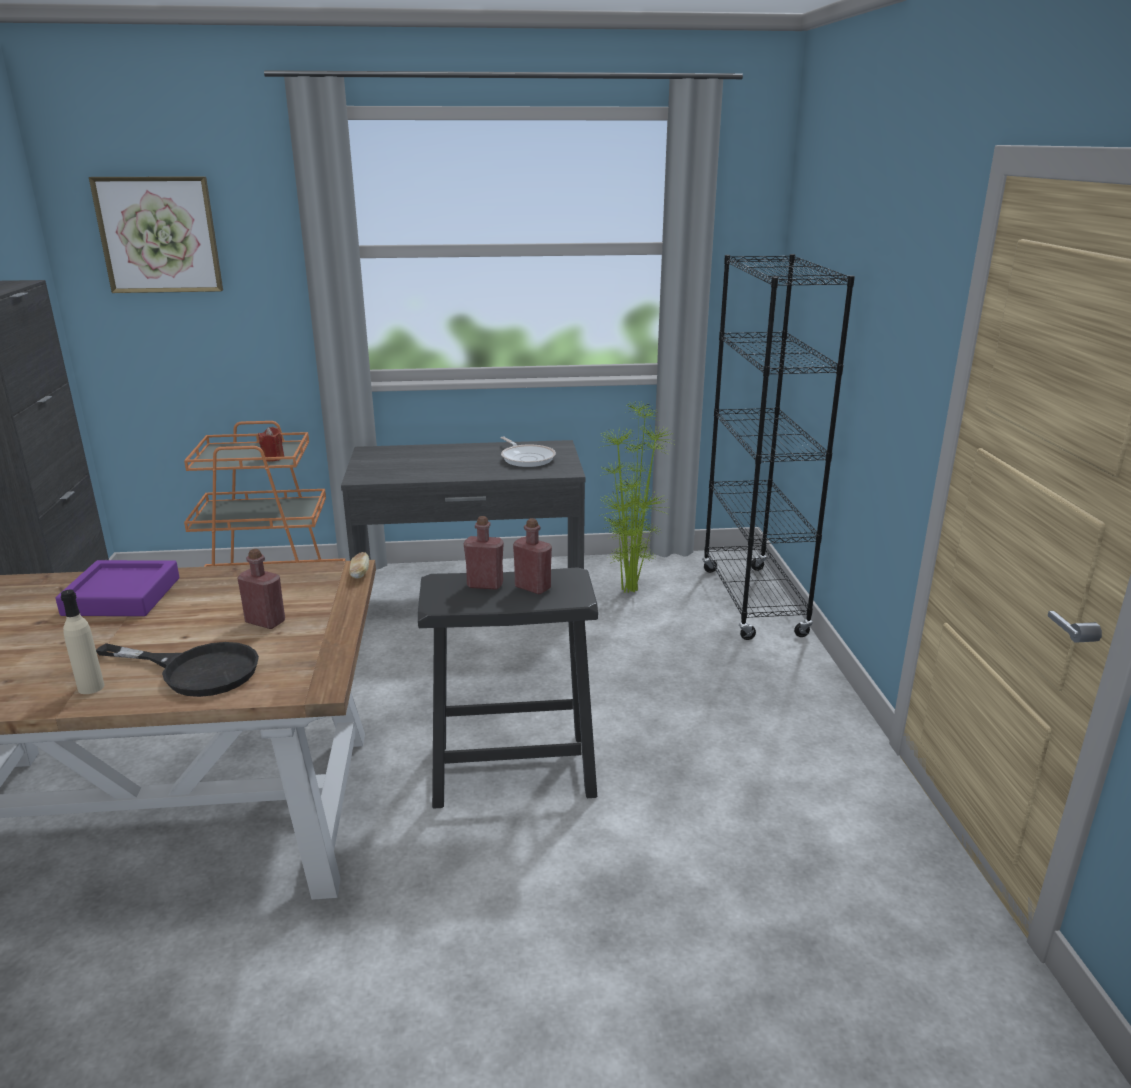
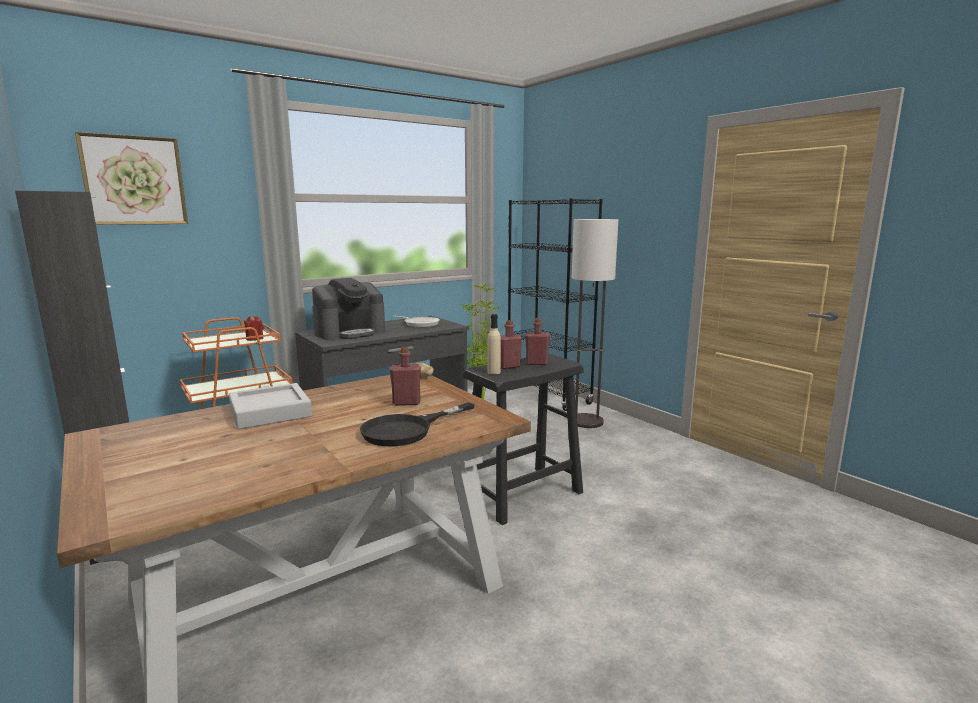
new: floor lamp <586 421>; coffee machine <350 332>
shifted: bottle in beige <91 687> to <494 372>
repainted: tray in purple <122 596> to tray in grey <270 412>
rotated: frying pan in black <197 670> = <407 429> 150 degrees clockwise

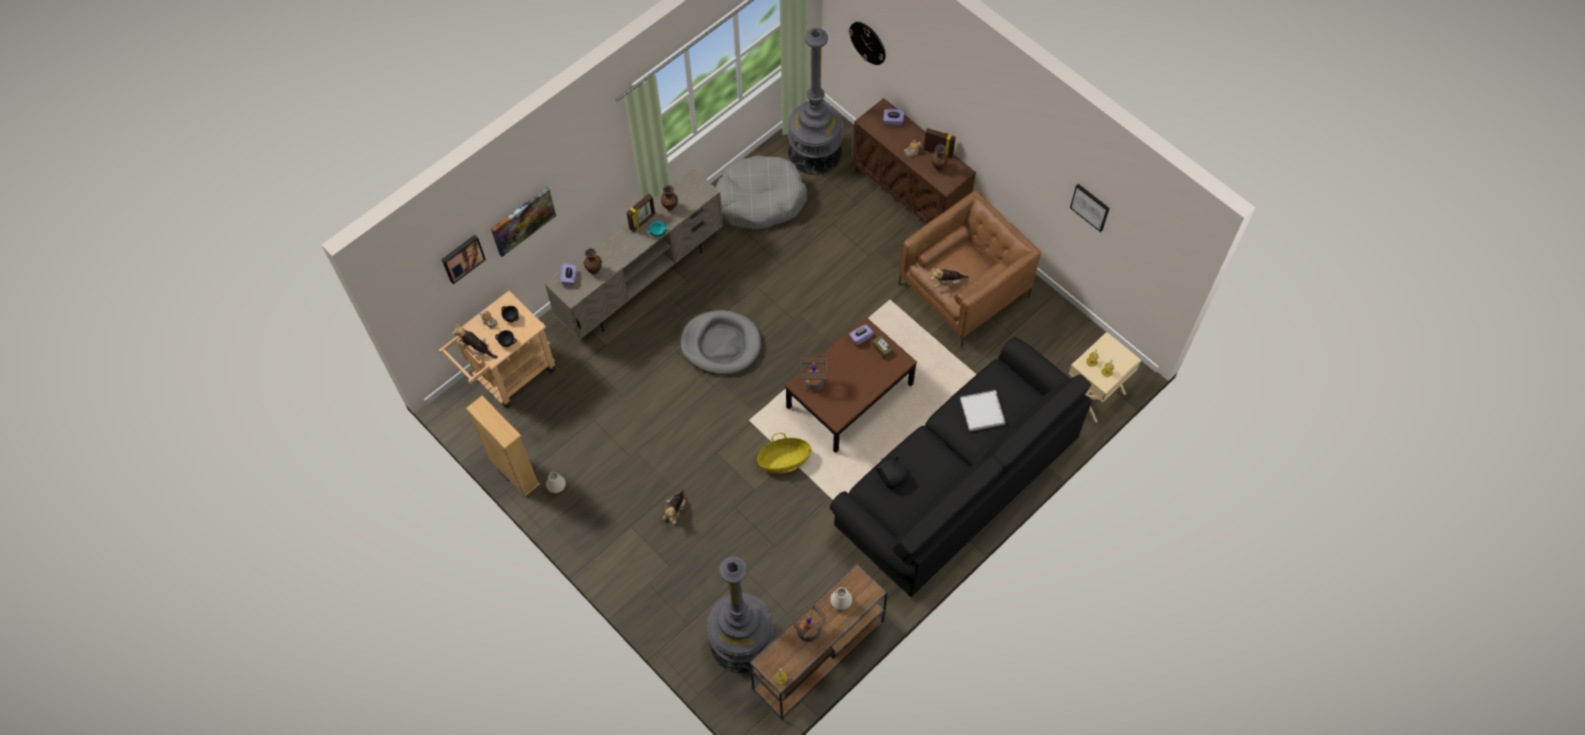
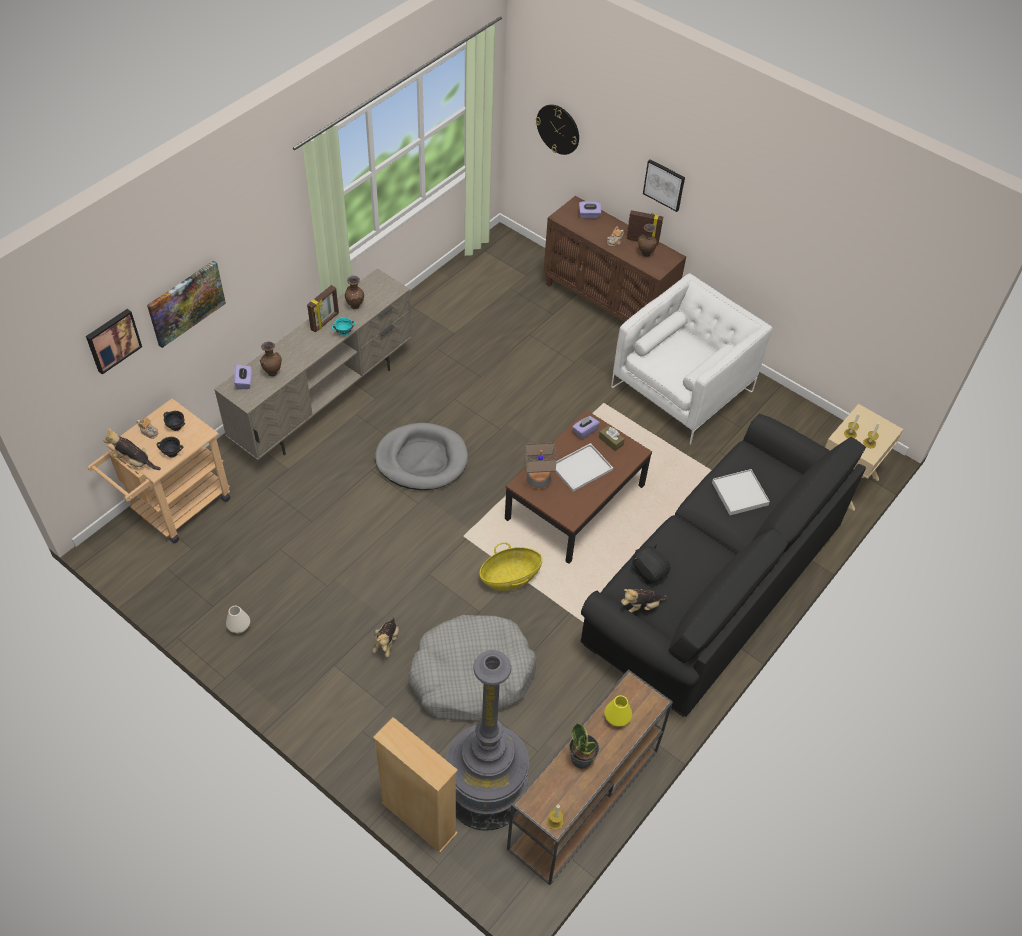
gone: floor lamp in grey <815 152>
new: tray in white <582 467>
shifted: dog bed in grey <760 199> to <471 675>; picture <1090 207> to <664 184>; plush toy <947 282> to <641 607>; bookcase in beige <514 471> to <419 818>
swapped: table lamp <808 631> to potted plant <582 758>
repainted: armchair in brown <964 290> to armchair in white <682 389>; vase in white <841 602> to vase in yellow <617 718>

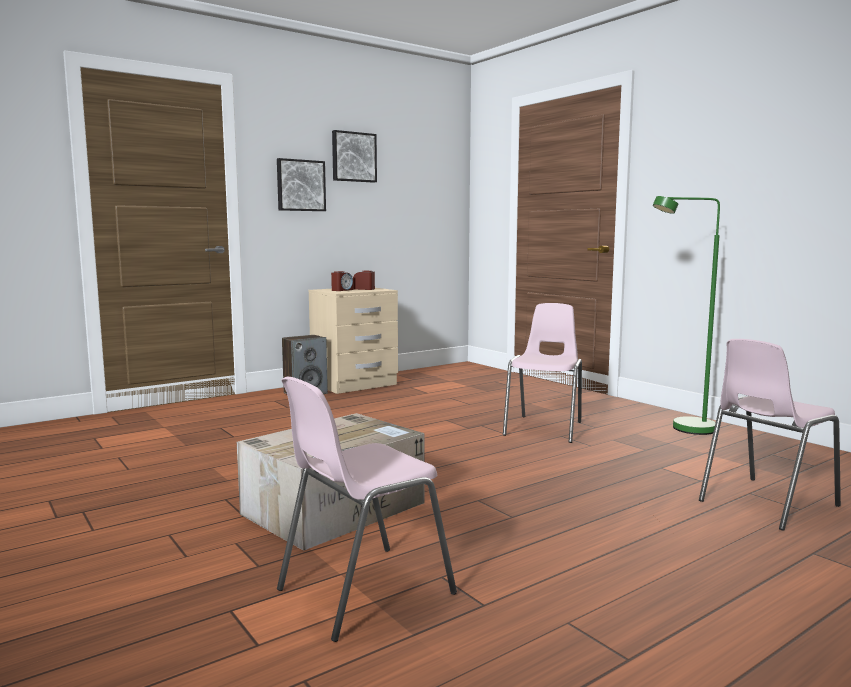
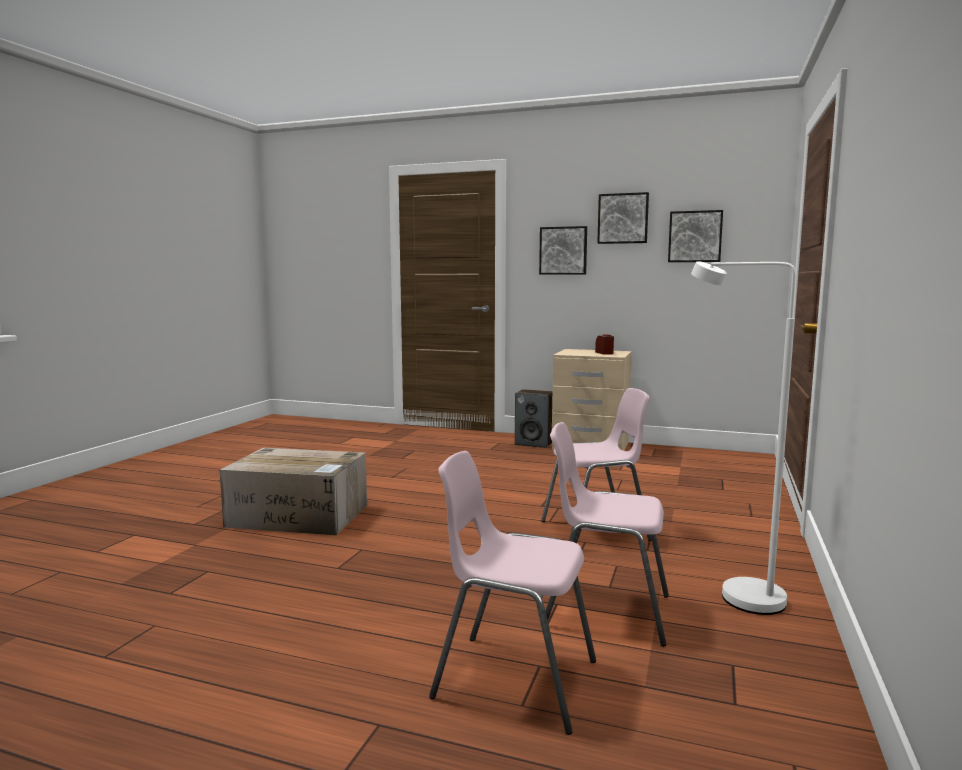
gone: alarm clock <342 290>
new: picture <695 236>
shifted: chair in pink <362 591> to <605 610>
repainted: floor lamp in green <683 429> to floor lamp in white <736 594>

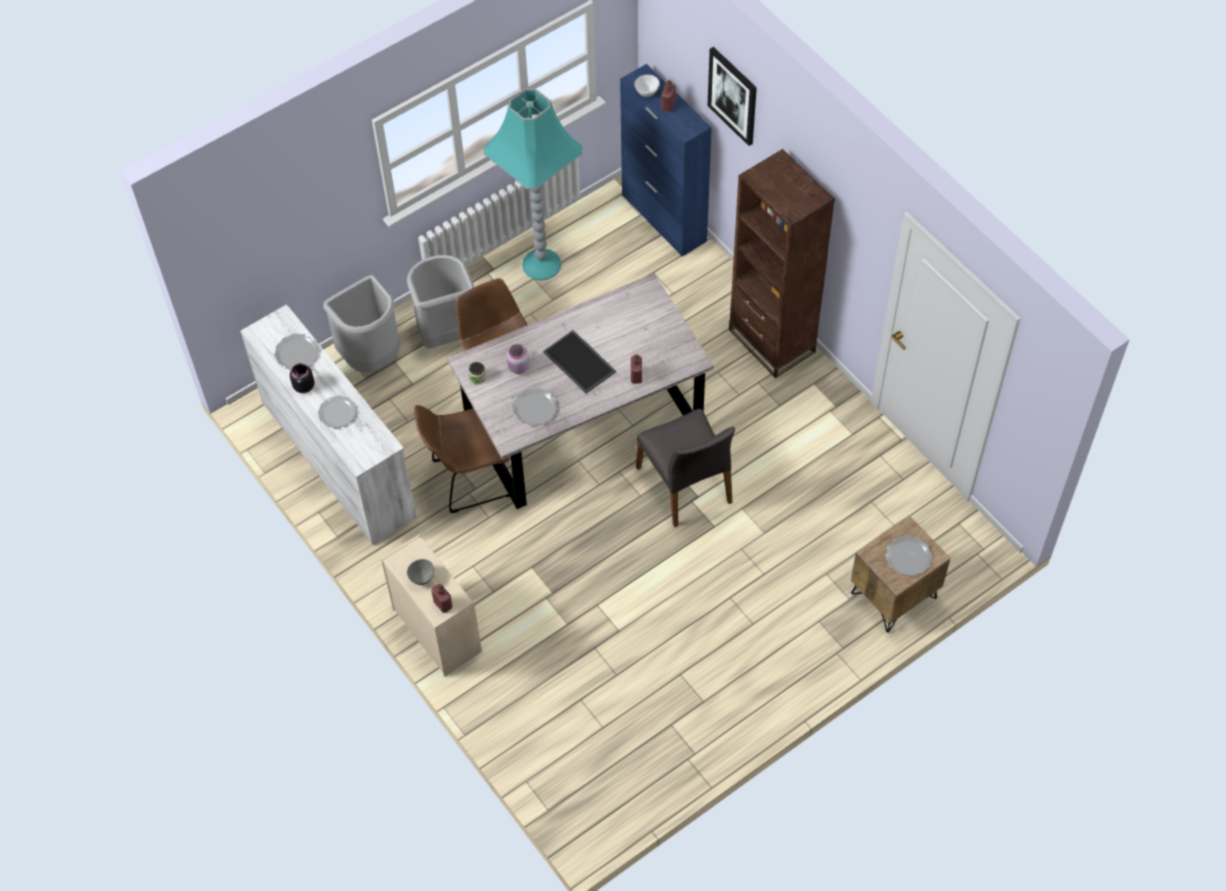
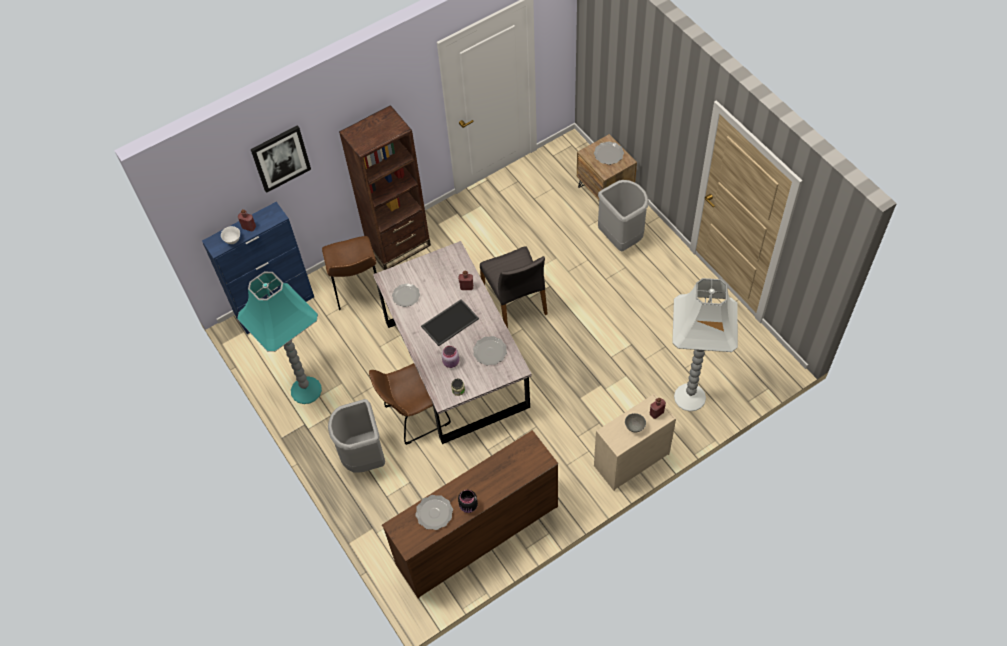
new: floor lamp in white <690 398>
shifted: trash can in grey <372 358> to <621 239>; plate <337 412> to <405 296>; chair in brown <468 479> to <357 289>
repainted: dresser in white <339 458> to dresser in brown <476 535>
rotated: chair in grey <686 485> = <515 301> 90 degrees clockwise

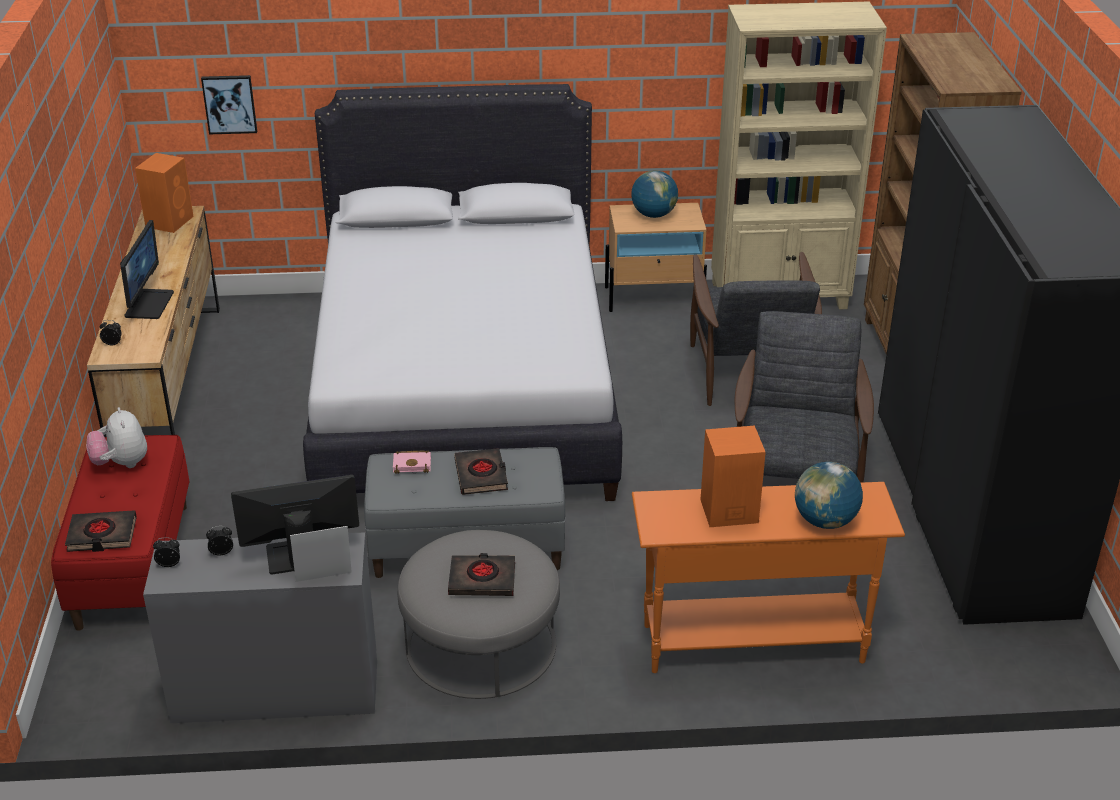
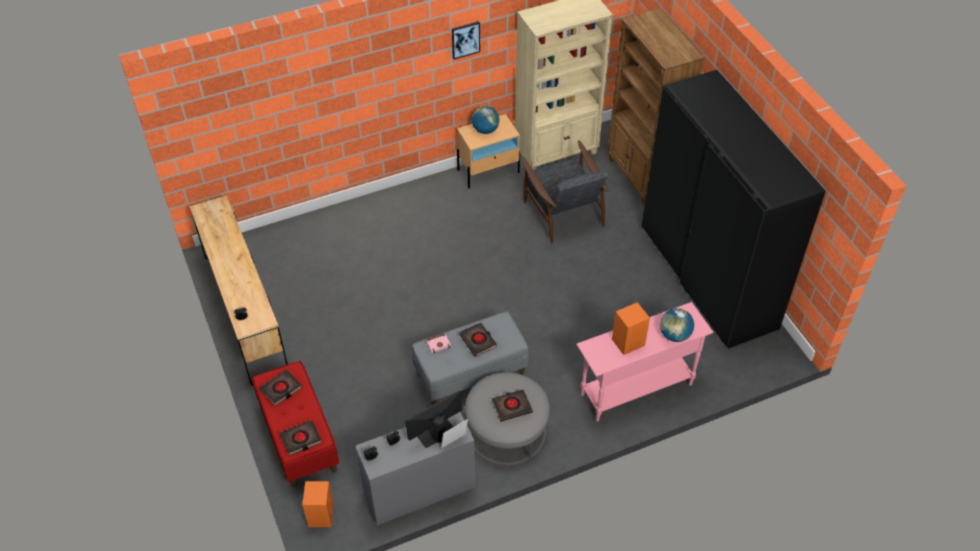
gone: bed in white <463 387>; monitor <148 304>; armchair in grey <795 474>
shifted: picture <229 104> to <465 39>; speaker in orange <170 221> to <321 514>
swapped: plush toy <121 463> to book in black <281 389>
repainted: console table in orange <752 643> to console table in pink <636 389>

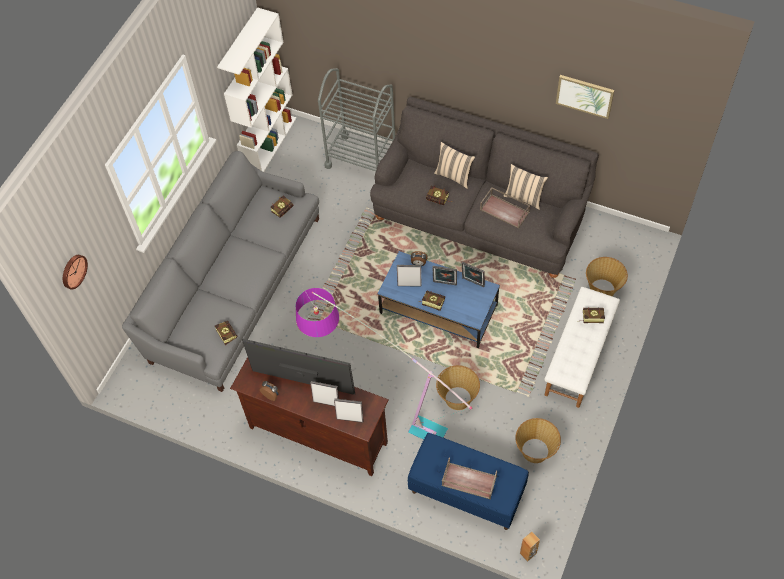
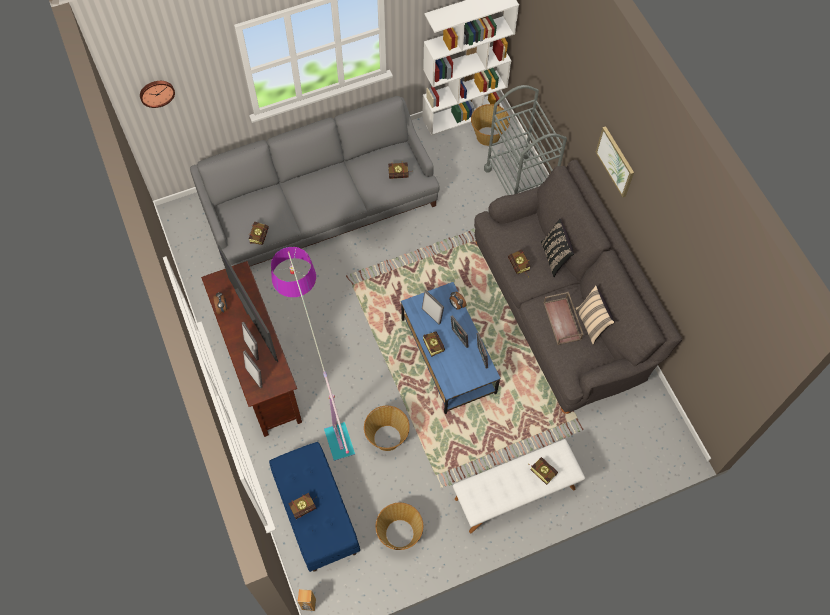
shifted: picture <585 96> to <615 161>; basket <602 289> to <488 136>
swapped: tray in brown <468 481> to book <305 507>
repainted: pillow in beige <454 176> to pillow in black <555 257>

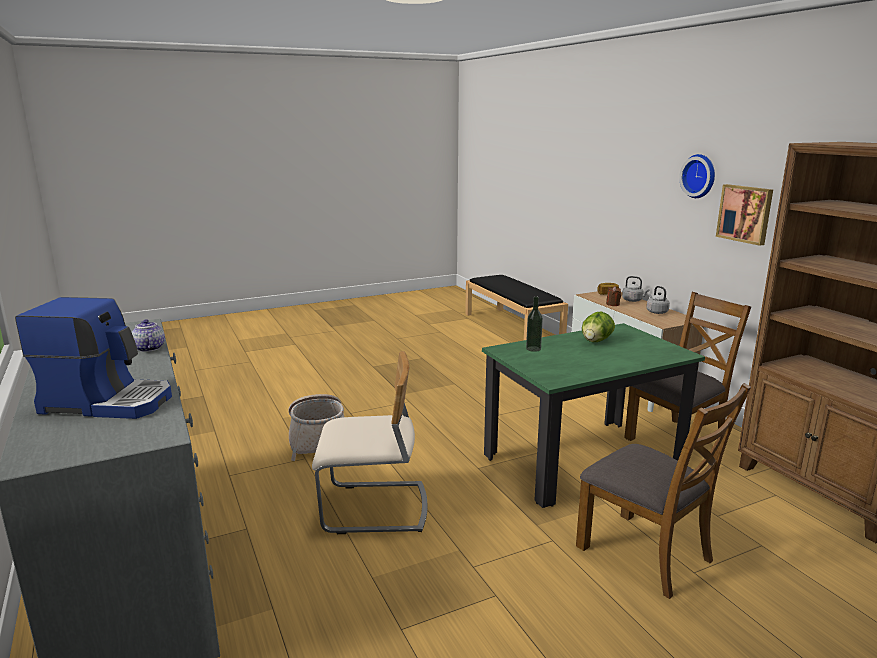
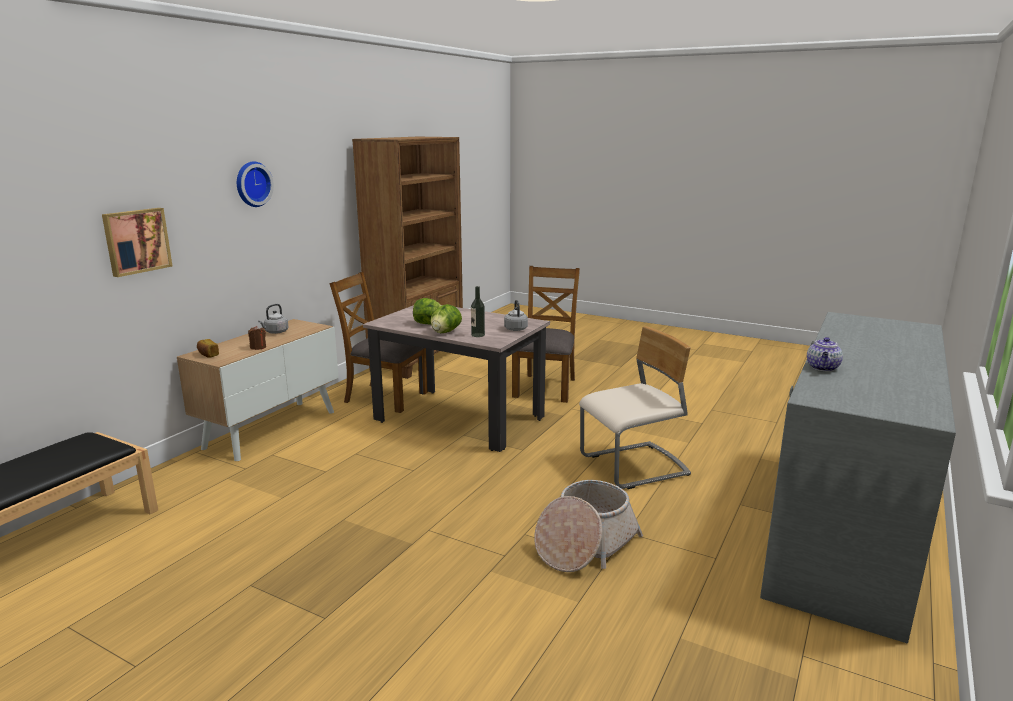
gone: coffee machine <108 402>
new: lettuce <445 332>
shifted: picture <745 214> to <136 241>; kettle in grey <633 300> to <515 329>
repainted: dining table in green <582 460> to dining table in beige <459 419>
rotated: chair in beige <374 509> = <634 467> 105 degrees clockwise

